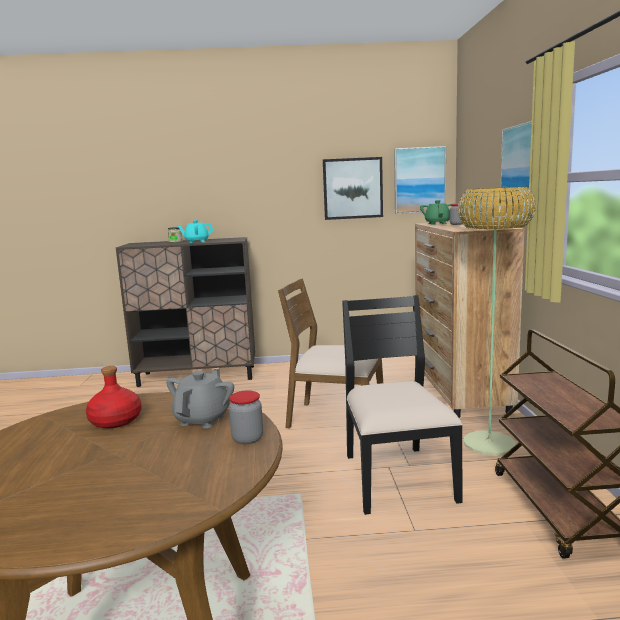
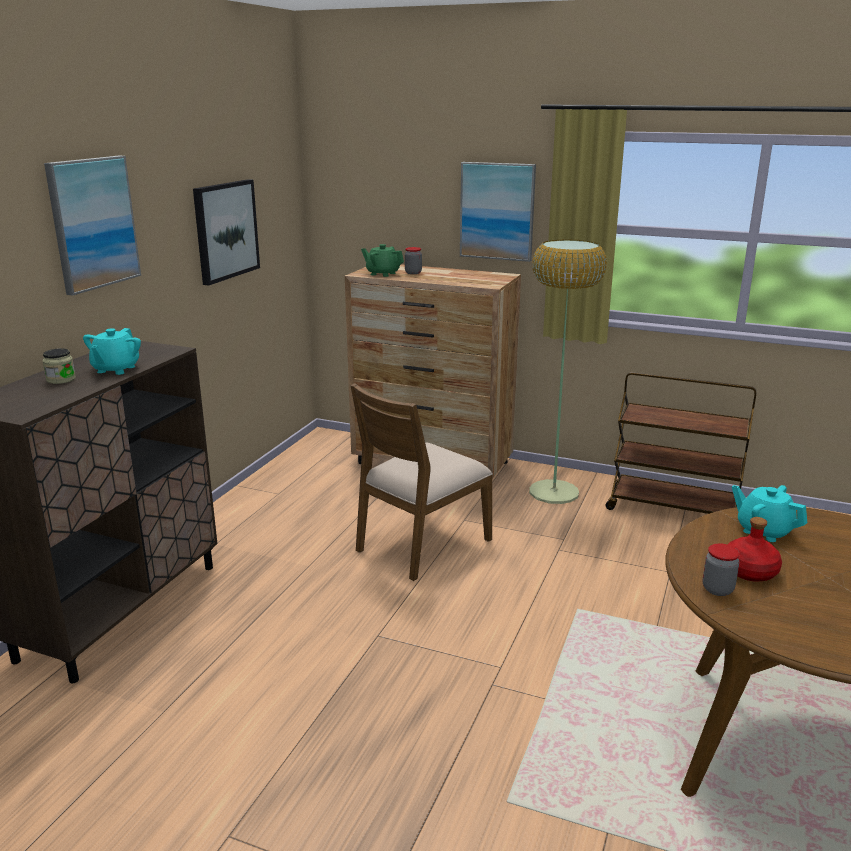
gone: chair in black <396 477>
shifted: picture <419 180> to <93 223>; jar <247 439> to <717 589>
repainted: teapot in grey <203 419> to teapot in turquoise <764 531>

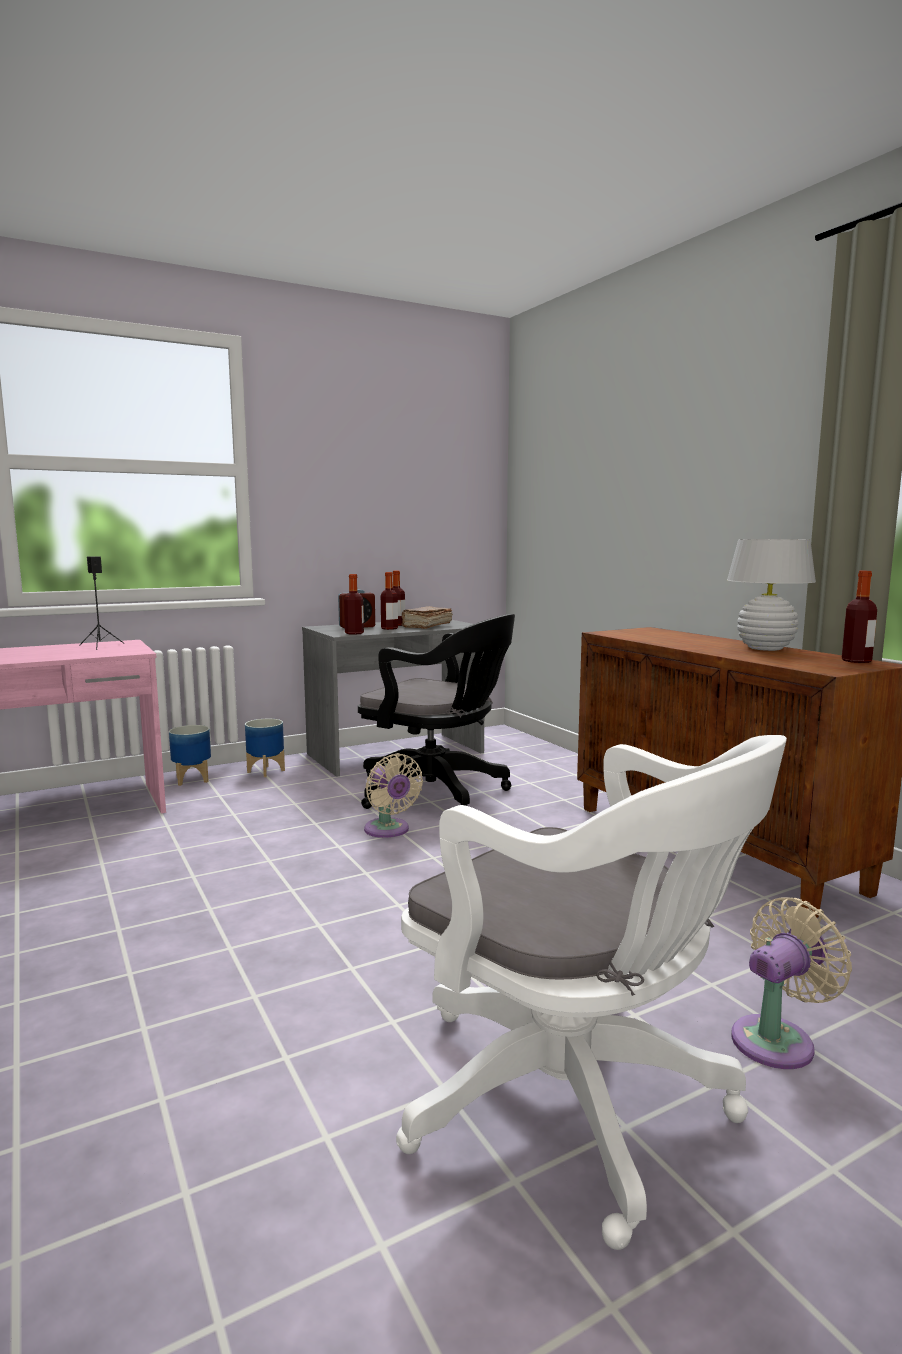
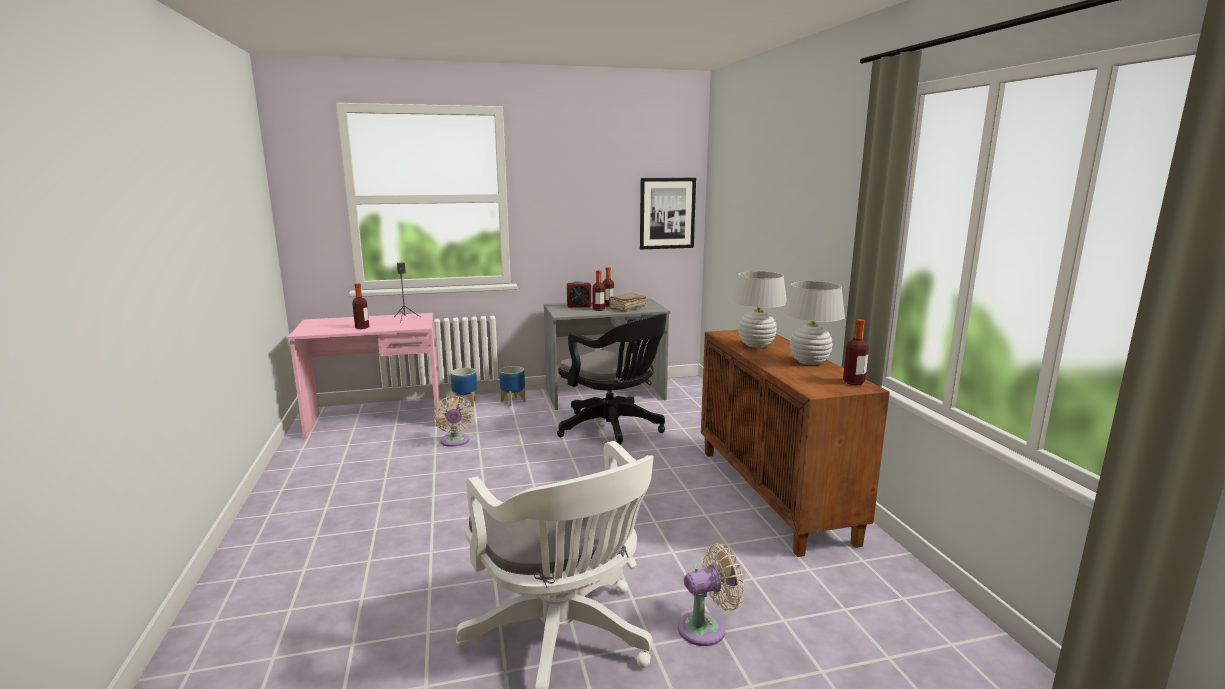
new: picture <667 213>; table lamp in white <756 345>
shifted: bottle <354 633> to <362 327>; fan in beige <388 830> to <455 442>

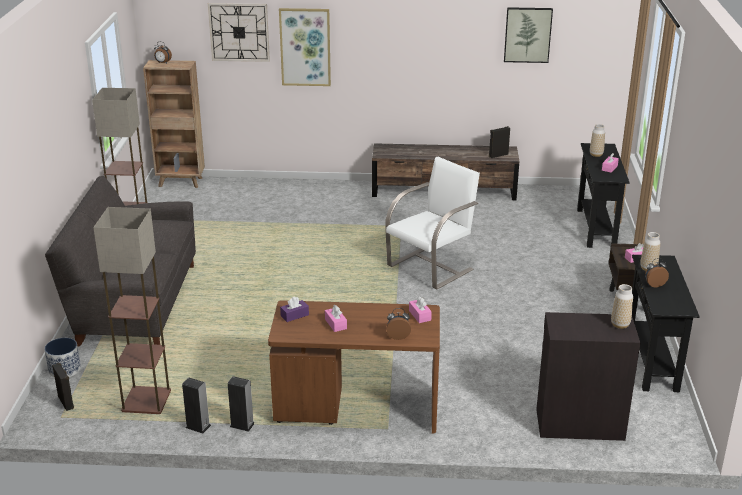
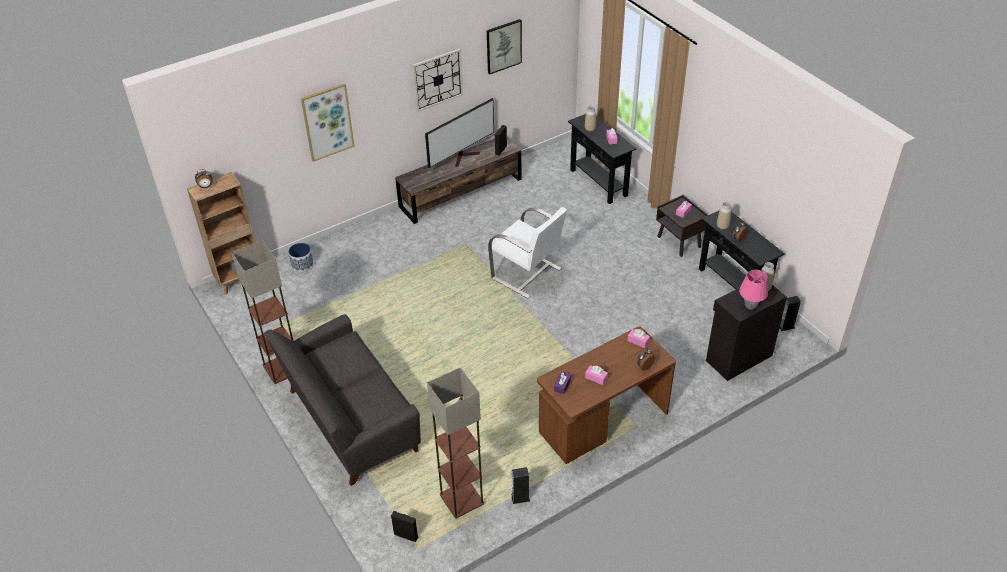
new: television <464 156>; table lamp in pink <750 306>
shifted: wall clock <239 32> to <437 79>; planter <64 369> to <302 264>; speaker <242 425> to <786 326>
rotated: armchair in white <431 267> = <527 274> 120 degrees clockwise

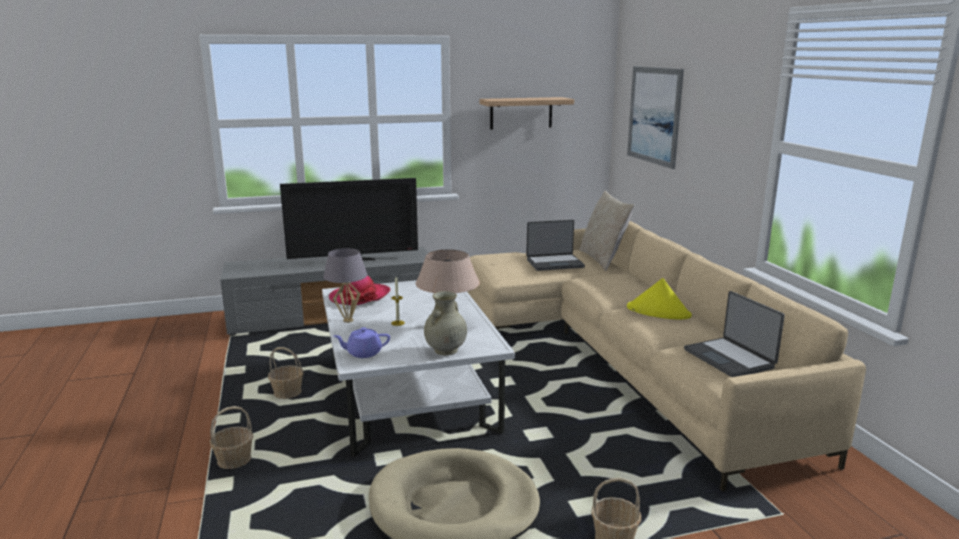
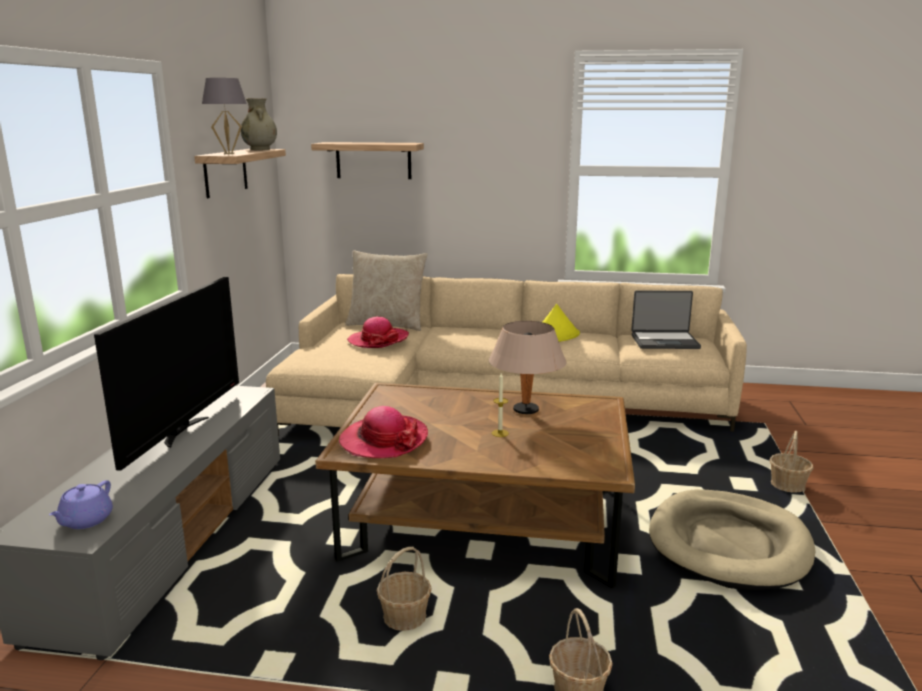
shifted: table lamp in grey <348 320> to <229 153>; vase in beige <445 350> to <260 149>; teapot in purple <363 353> to <85 521>
swapped: picture <654 115> to shelf <373 160>; laptop <554 263> to hat <378 340>
repainted: coffee table in white <410 393> to coffee table in brown <483 523>

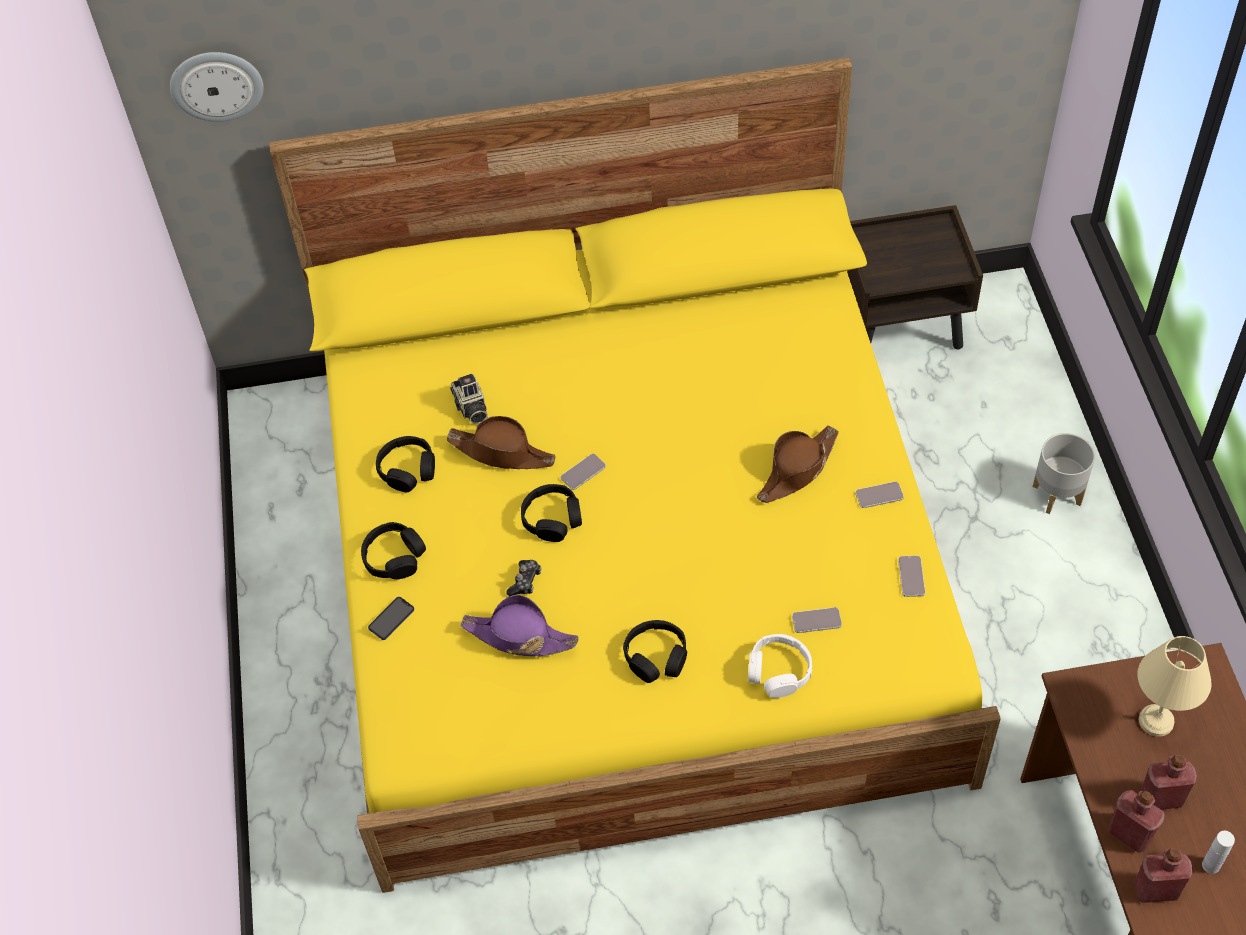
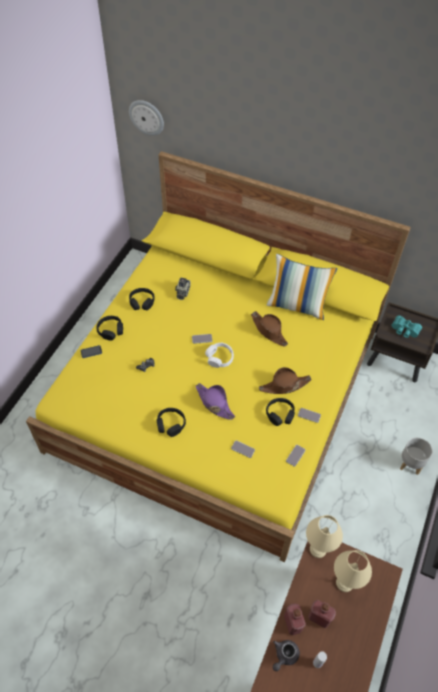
new: pillow <297 305>; binoculars in turquoise <404 331>; table lamp in beige <318 548>
shifted: hat in brown <502 452> to <269 331>; headphones in black <552 519> to <280 414>; hat in purple <519 636> to <214 403>; headphones in white <778 671> to <219 358>
swapped: bottle in red <1155 890> to teapot in grey <284 656>

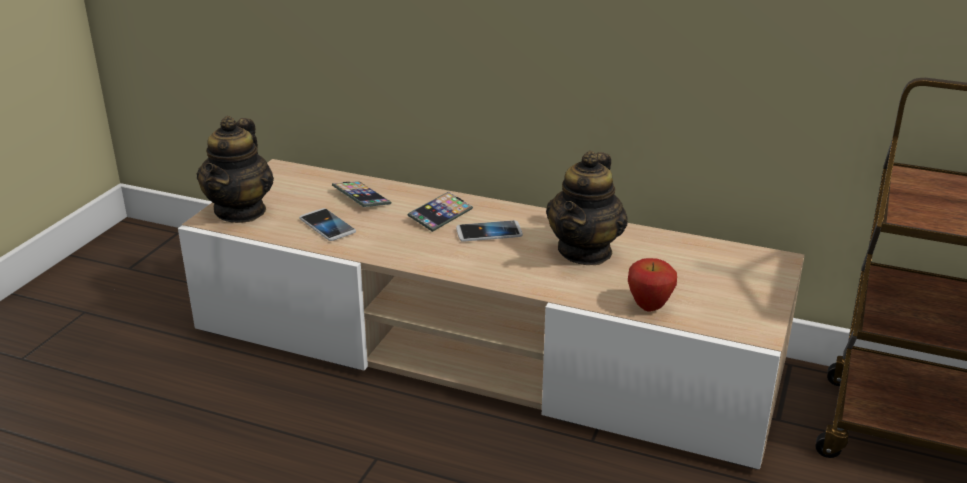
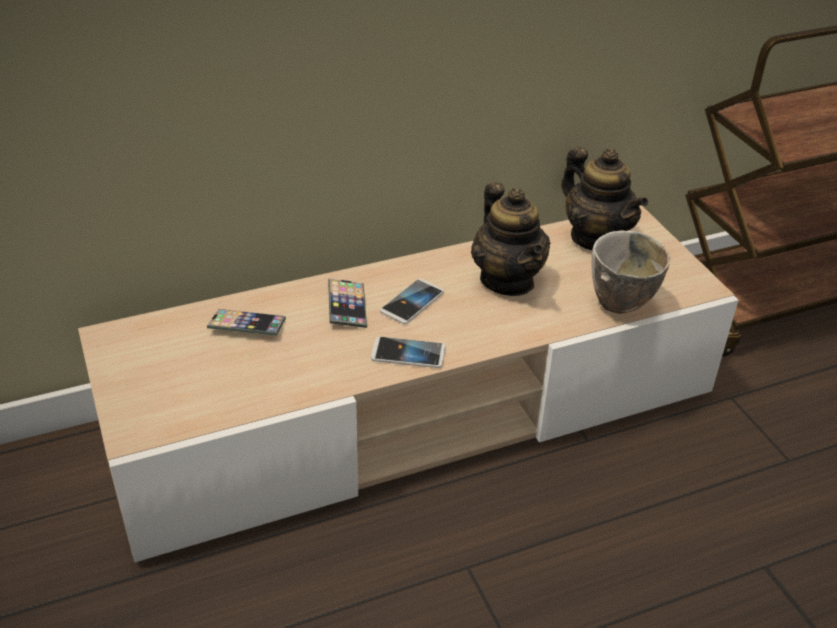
shifted: teapot <241 211> to <596 238>; phone <327 226> to <408 354>
swapped: apple <649 307> to bowl <618 306>

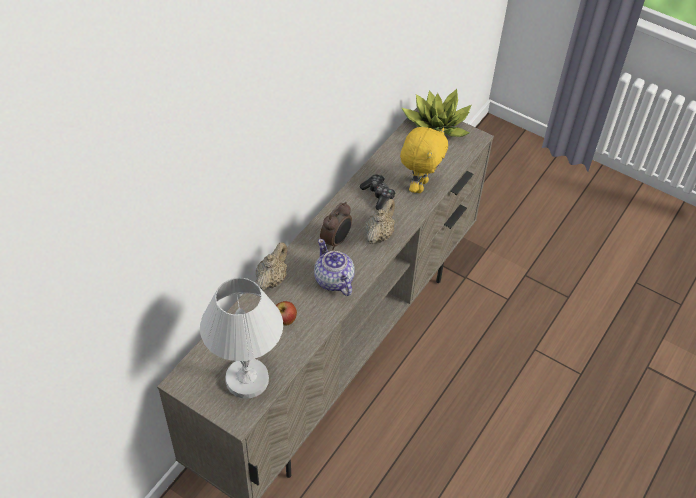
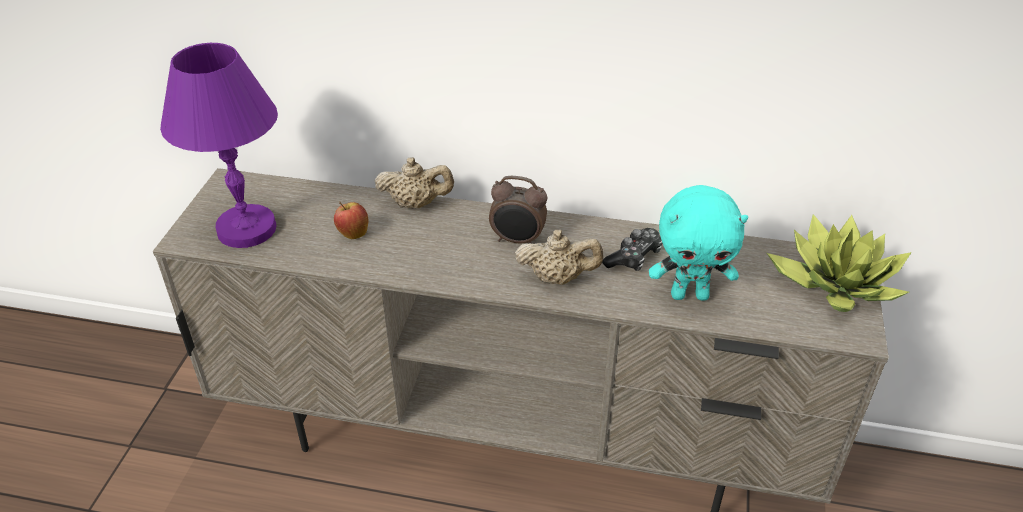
gone: teapot <333 280>
repainted: plush toy in yellow <419 185> to plush toy in turquoise <690 294>; table lamp in white <247 380> to table lamp in purple <246 229>

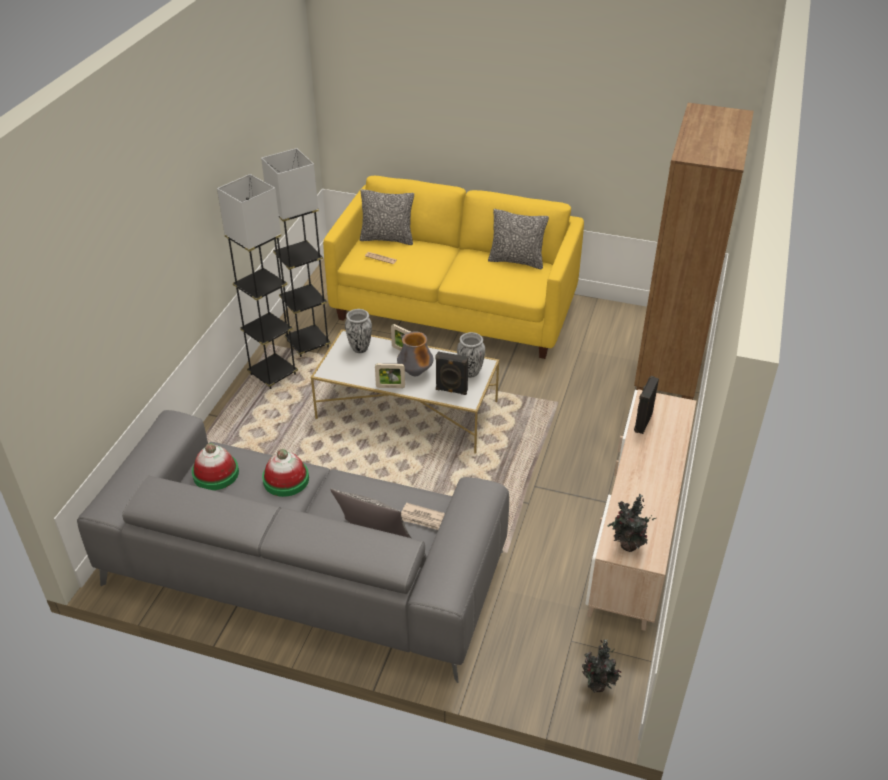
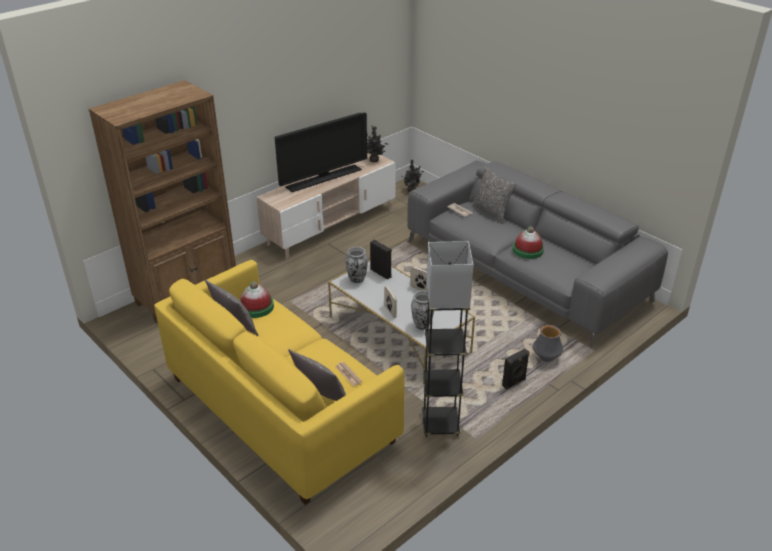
gone: floor lamp in grey <273 374>
new: television <324 178>
shifted: vase <415 372> to <546 358>; speaker in black <642 422> to <514 383>; hat <215 473> to <256 307>

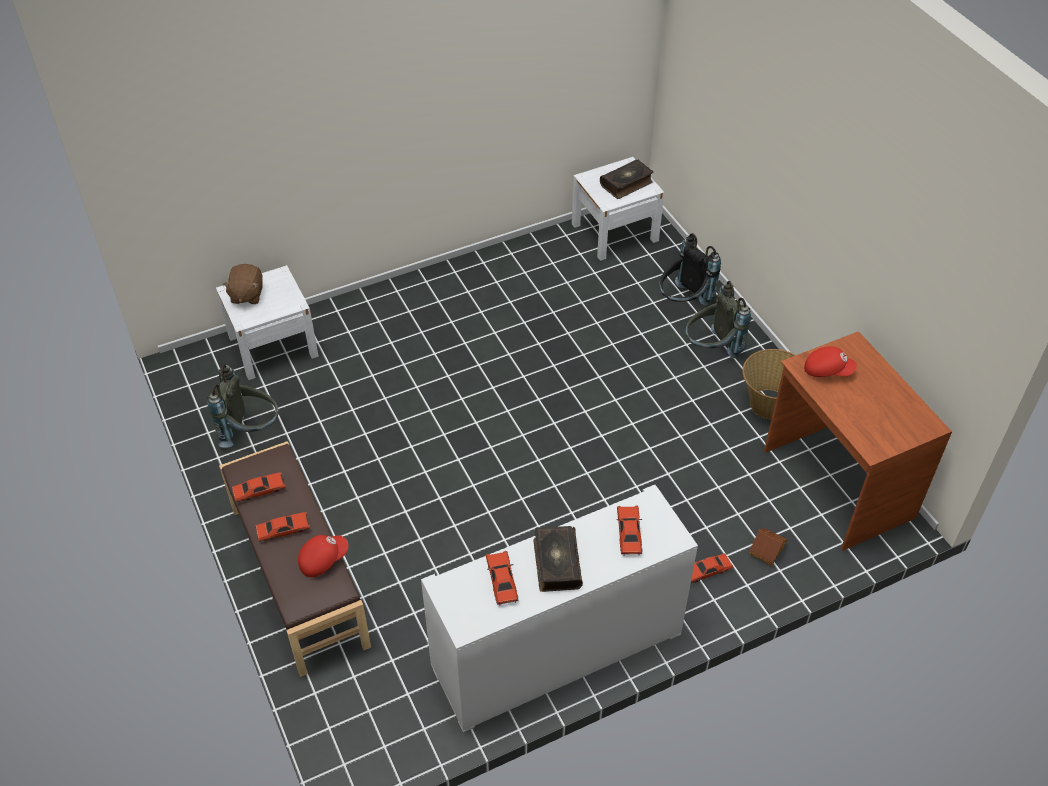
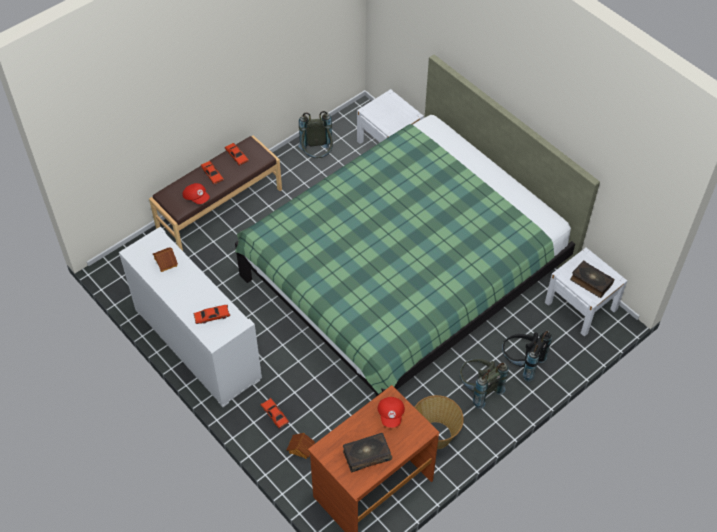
gone: plush toy in brown <246 295>
new: bed in green <405 275>
shifted: book <556 563> to <366 455>
swapped: toy car in red <502 581> to toy house <165 262>

